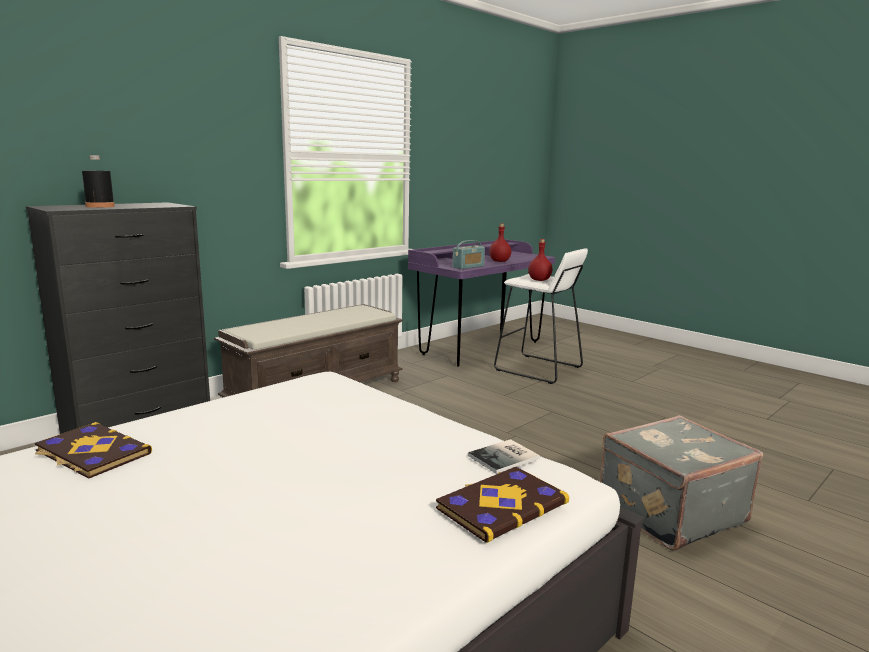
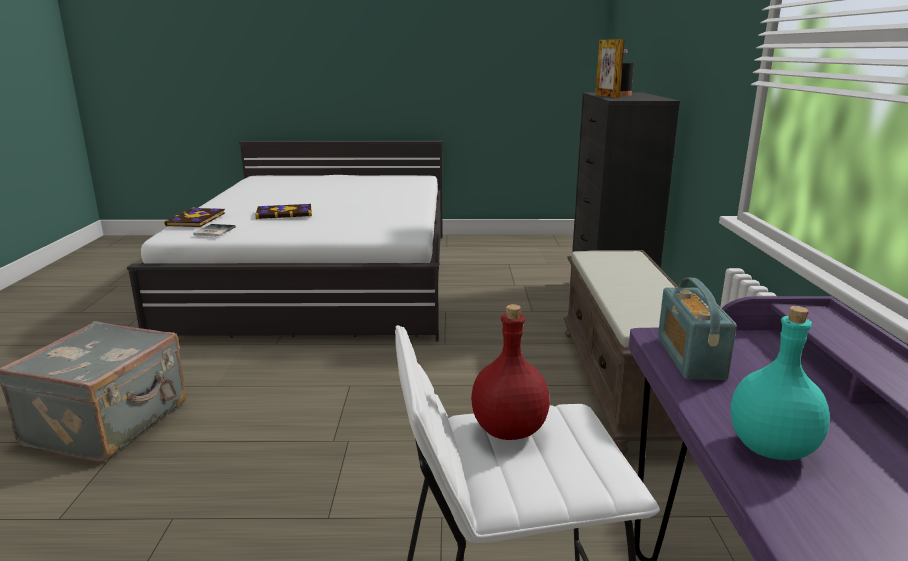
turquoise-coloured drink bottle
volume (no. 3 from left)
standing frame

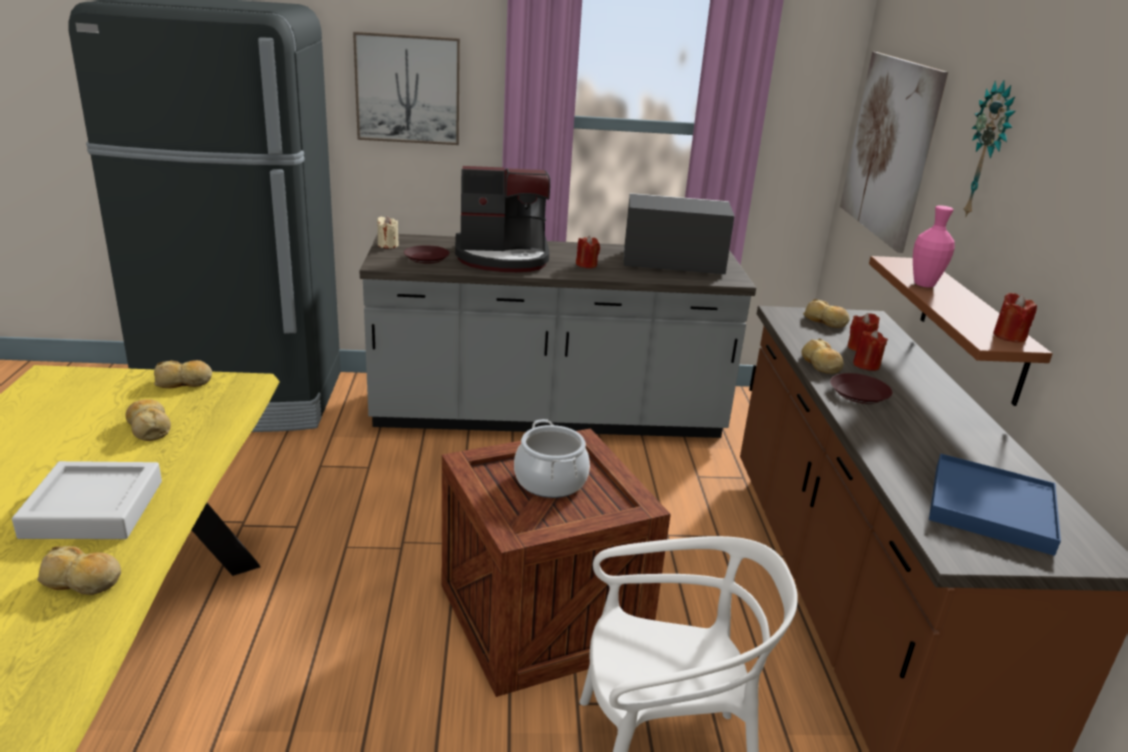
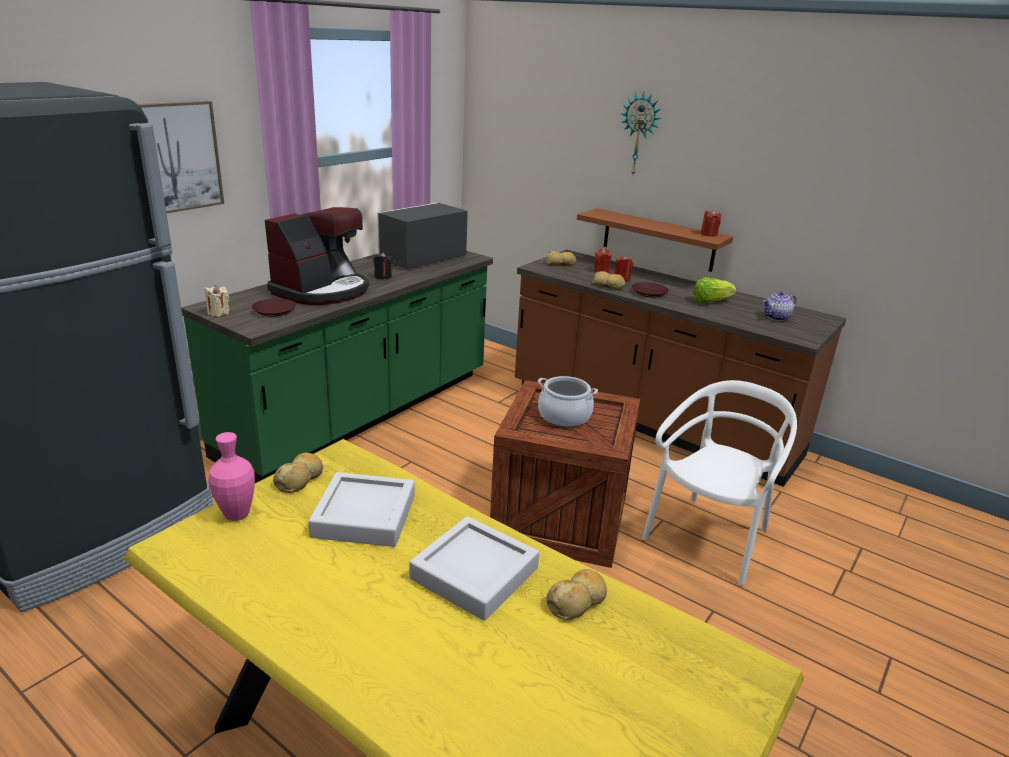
wall picture (no. 2 from left in the first image)
pink decorative vase
green kitchen base unit
black-coloured wax light
gray tray (no. 1 from left)
pot for tea
head of lettuce

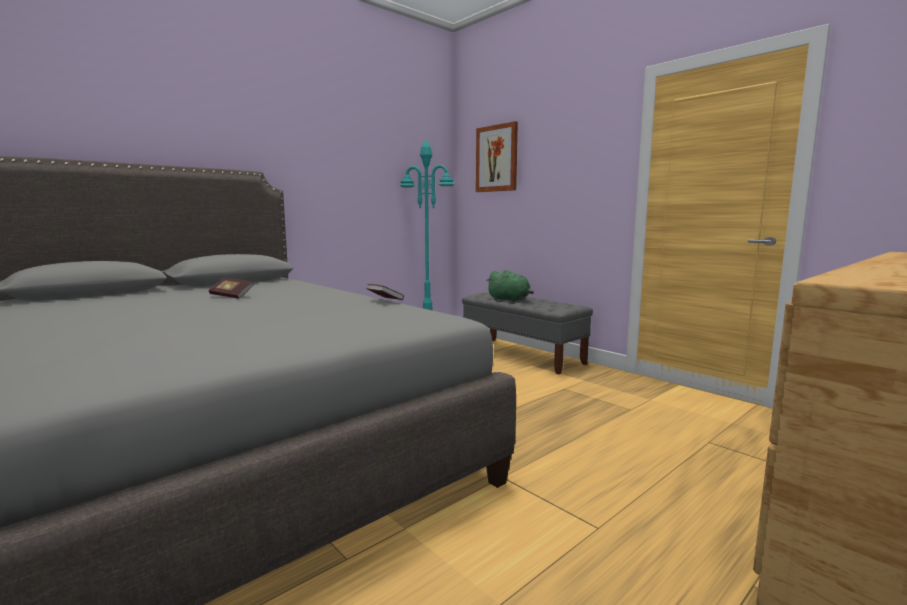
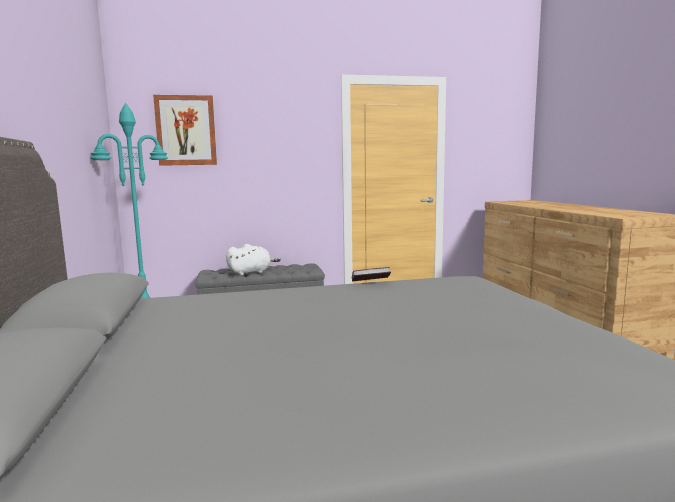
white-coloured cuddly toy
volume (no. 1 from left in the first image)

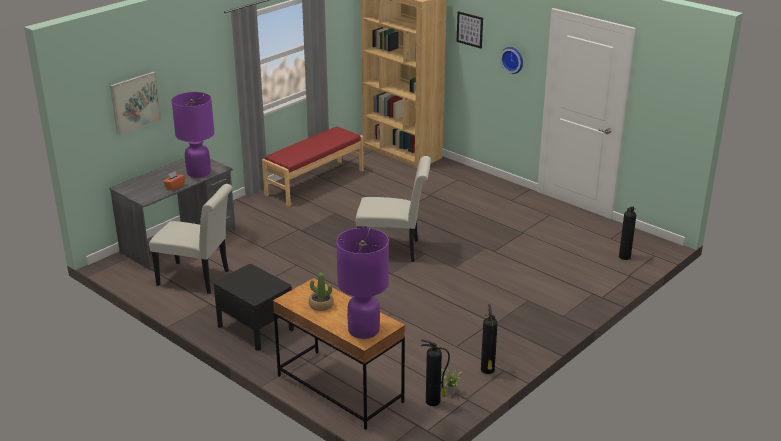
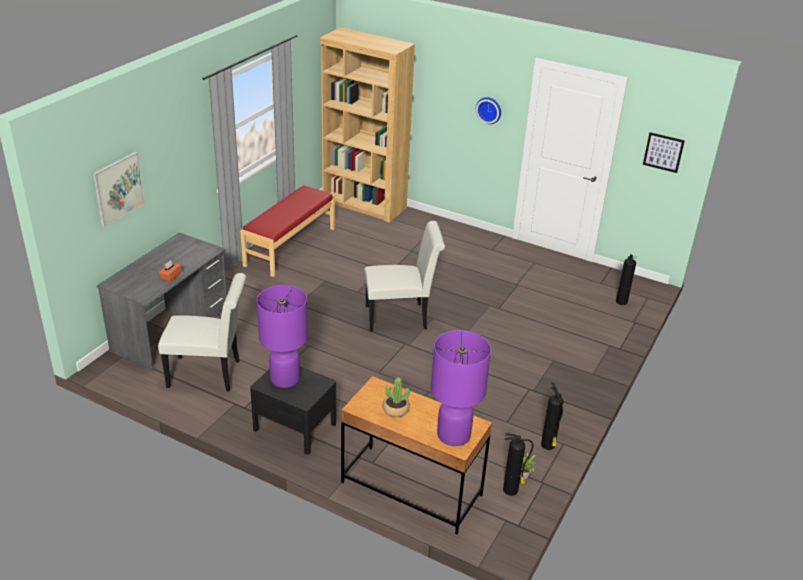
wall picture (no. 2 from left)
purple tabletop lamp (no. 1 from left)

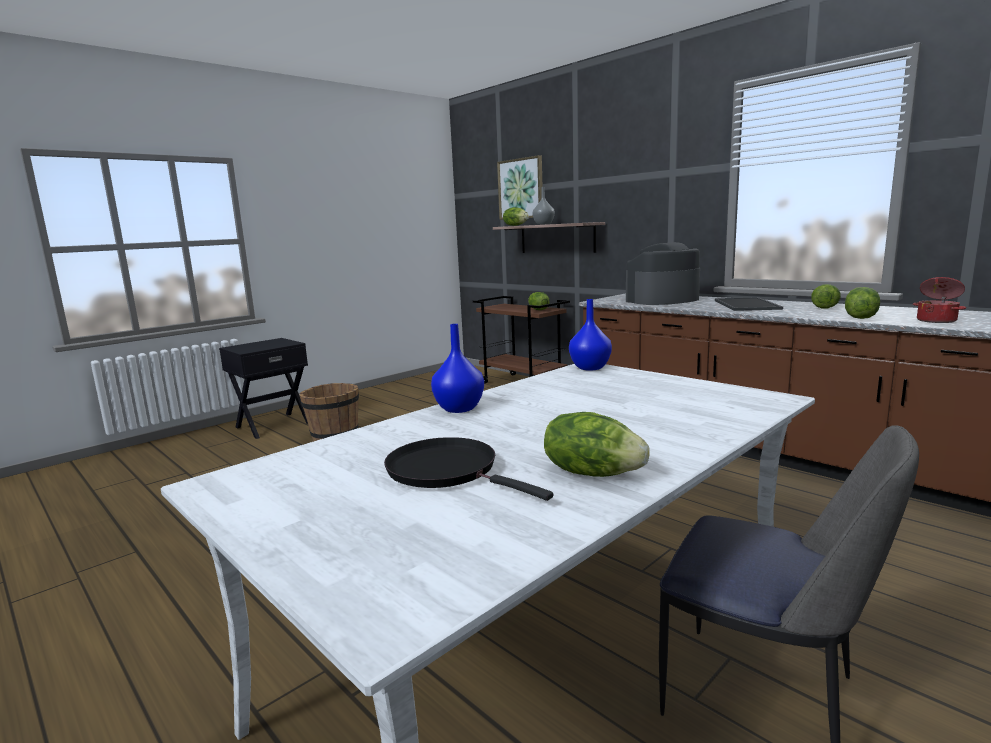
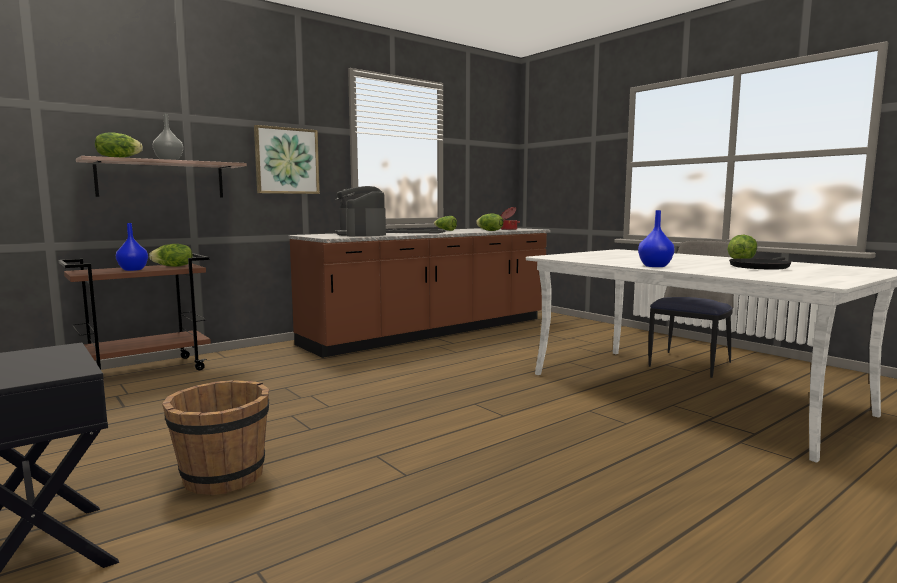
wall picture
blue-coloured decorative vase (no. 1 from left)

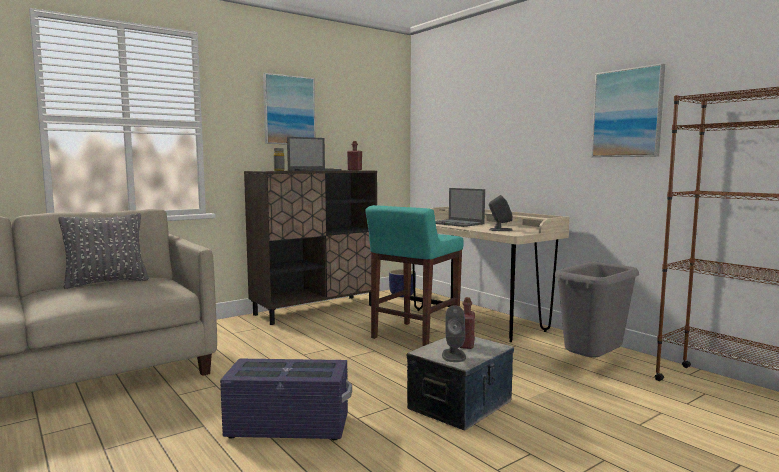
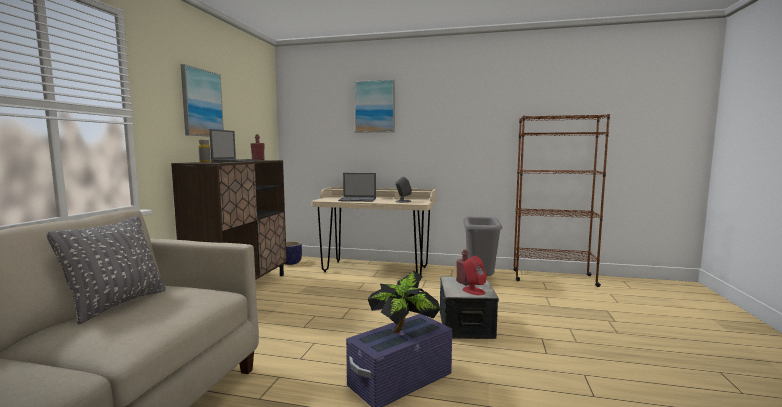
wall picture (no. 2 from left)
turquoise-coloured stool
red-coloured loudspeaker
plant in a pot

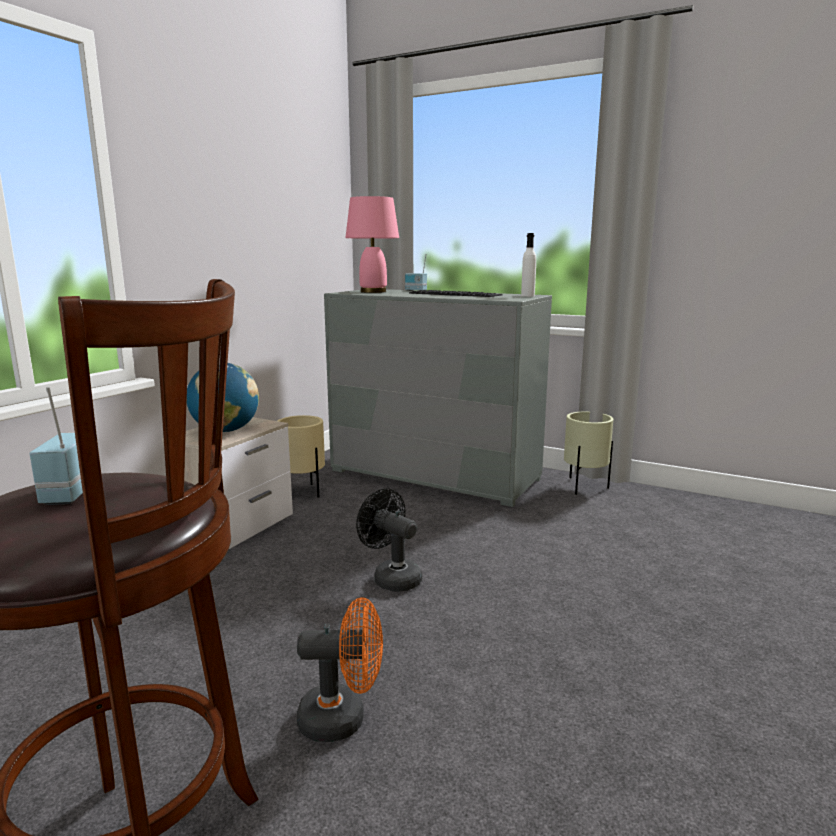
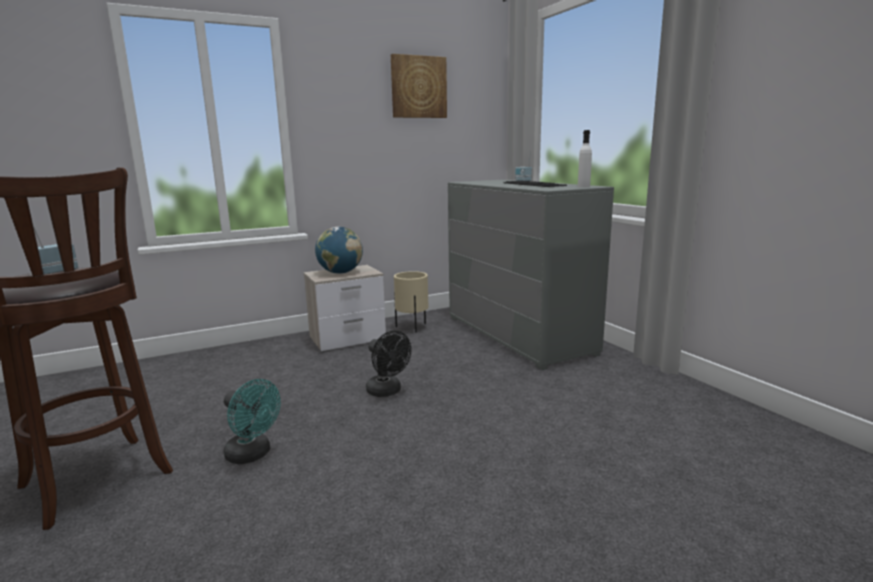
pink tabletop lamp
beige planter (no. 2 from left in the first image)
black-coloured cooling fan
turquoise-coloured cooling fan
wall picture

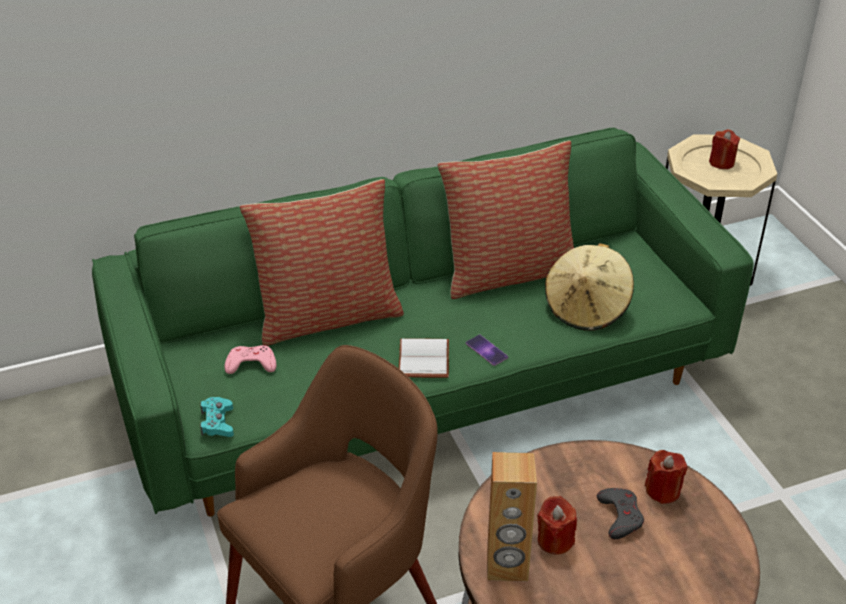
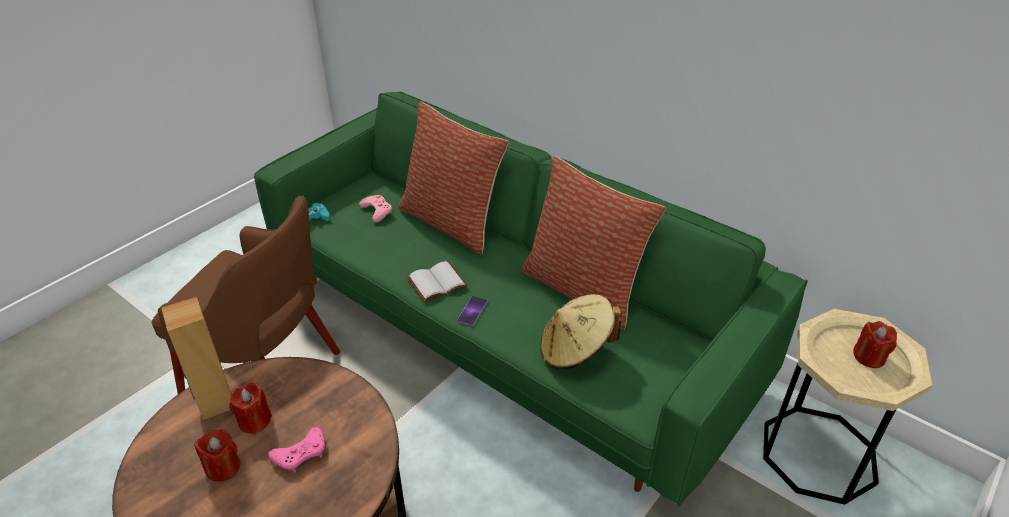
red-coloured wax light (no. 1 from left)
pink game controller (no. 1 from left)

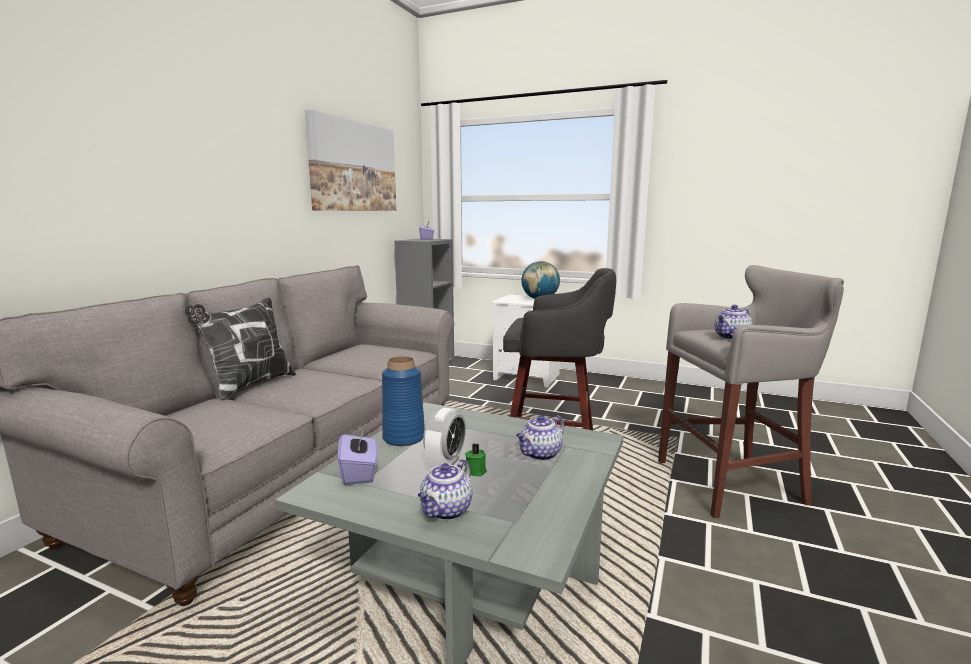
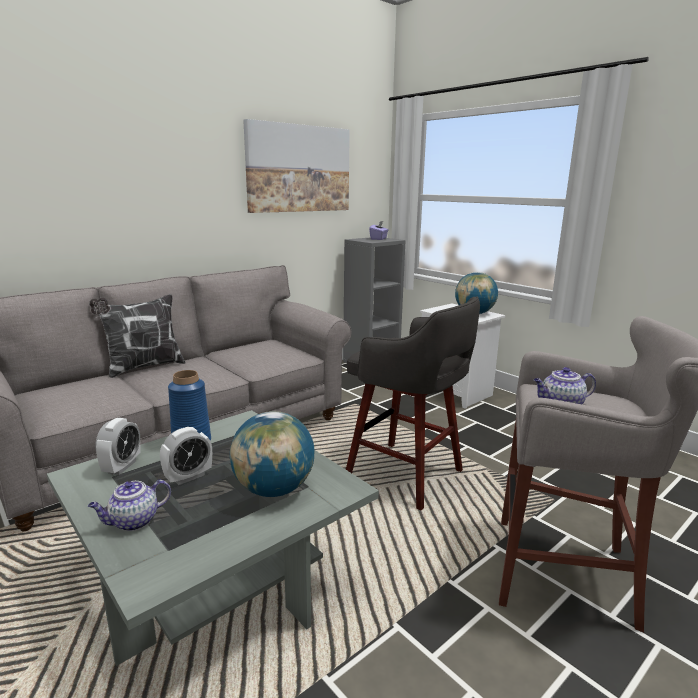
world globe (no. 1 from left)
bedside clock (no. 1 from left)
green wax light

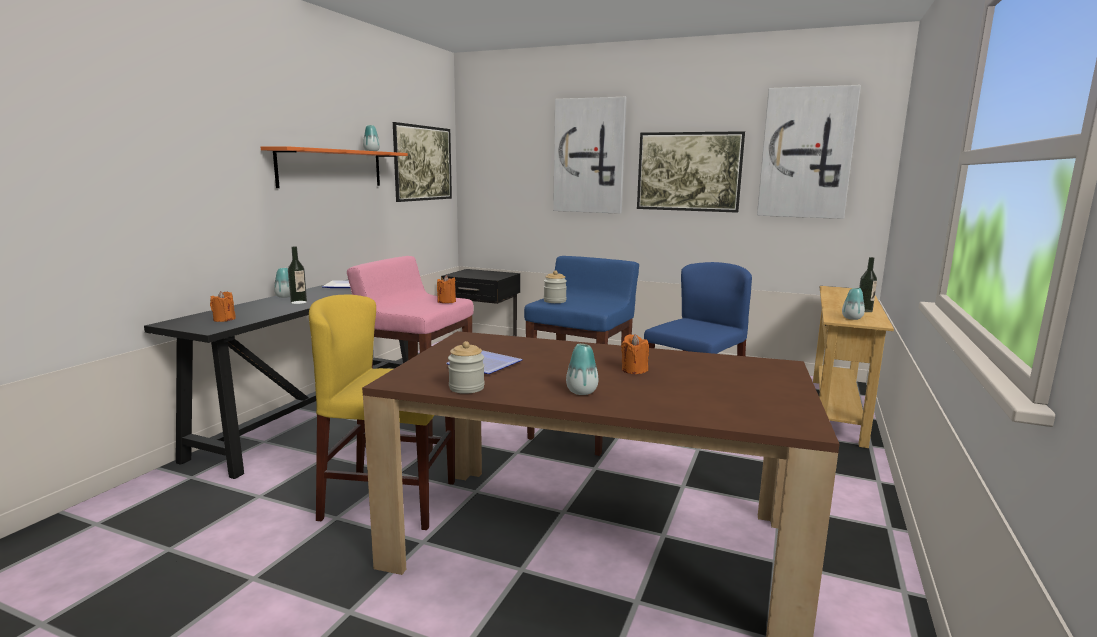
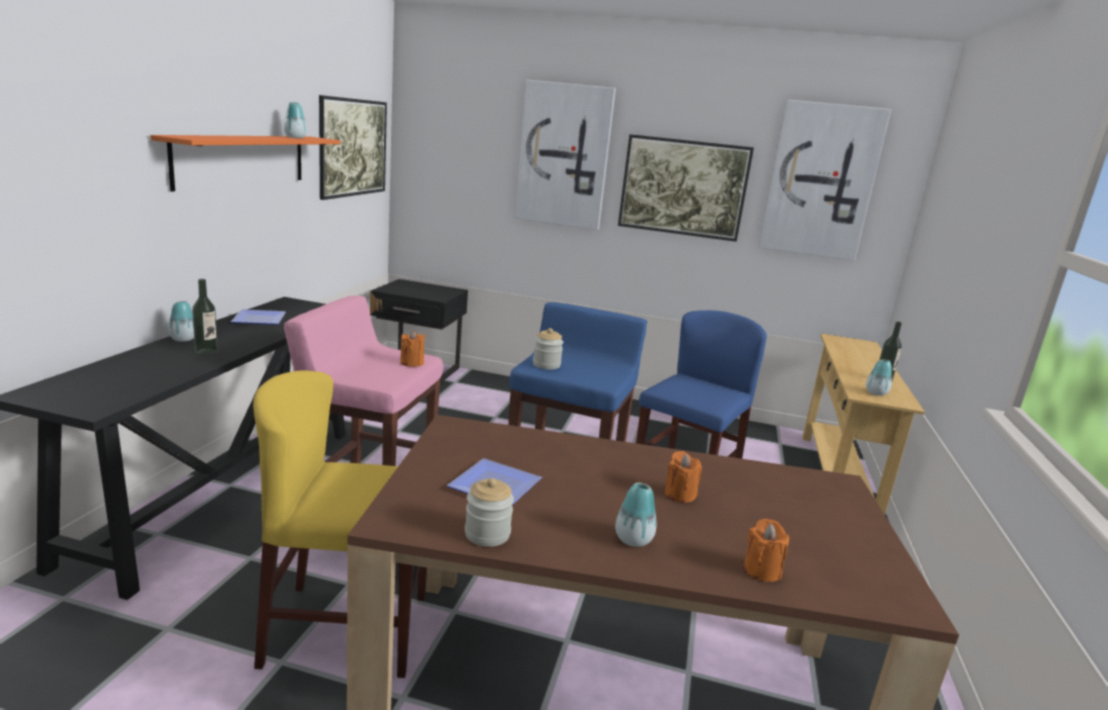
orange-coloured wax light (no. 3 from left)

